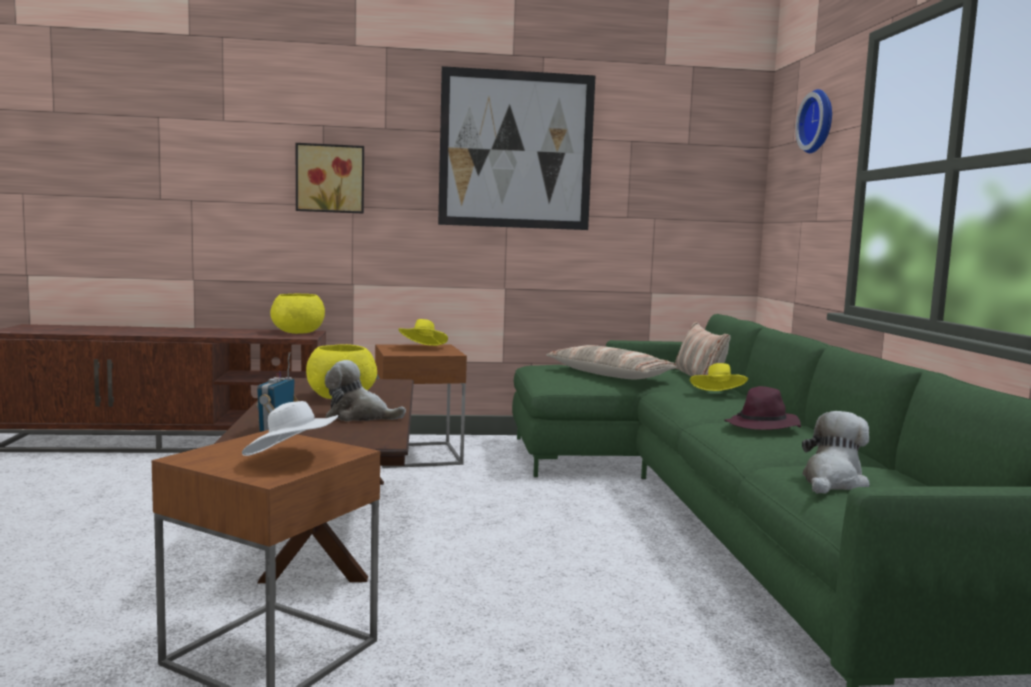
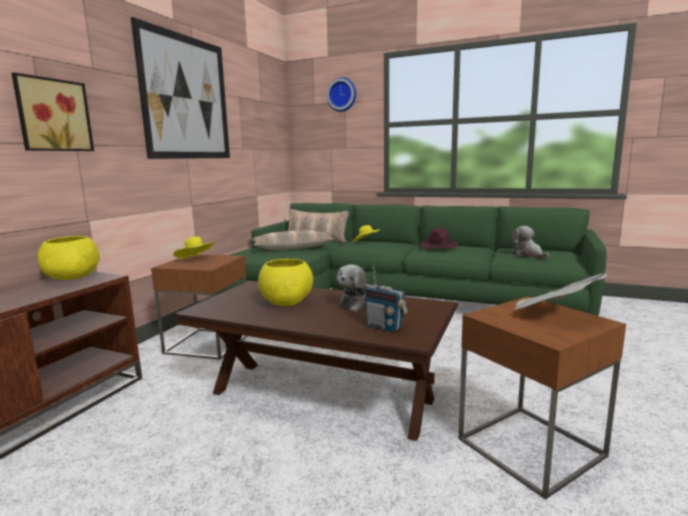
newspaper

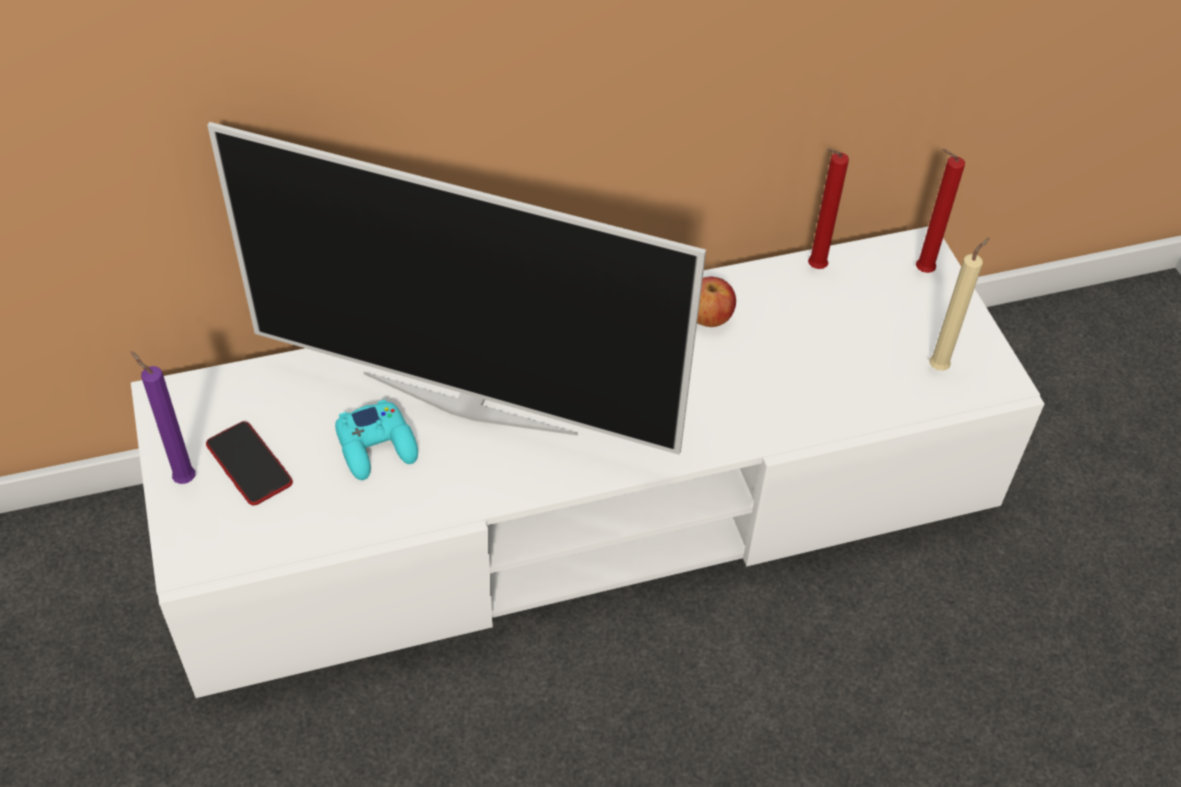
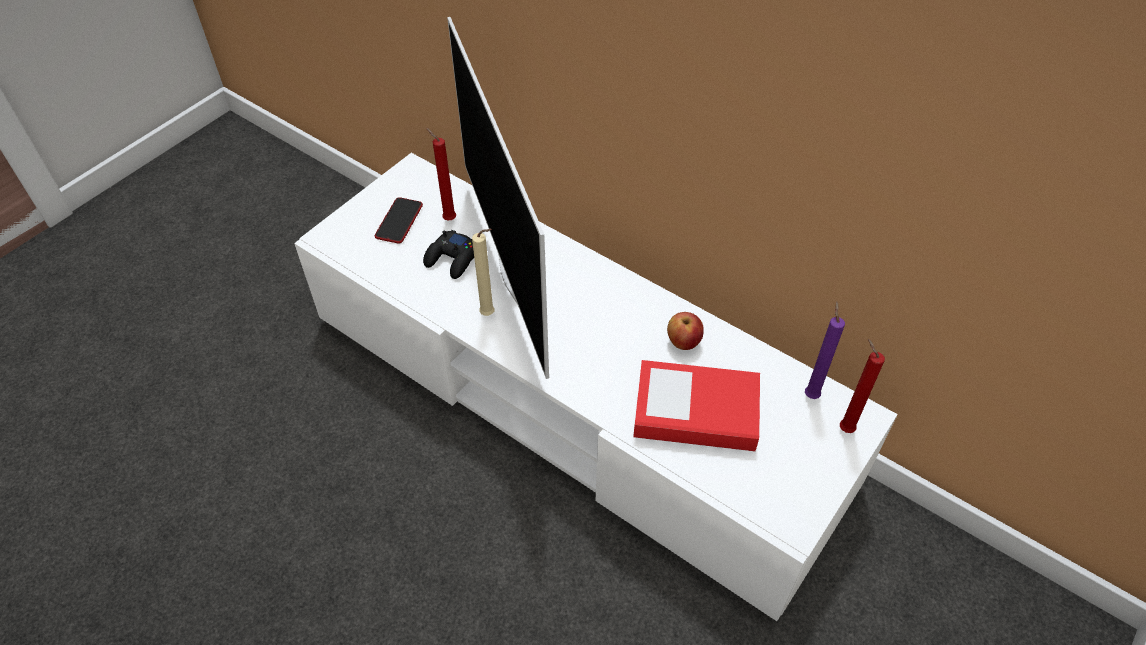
red-coloured wax light (no. 1 from left)
beige wax light
purple wax light
black-coloured game controller
volume

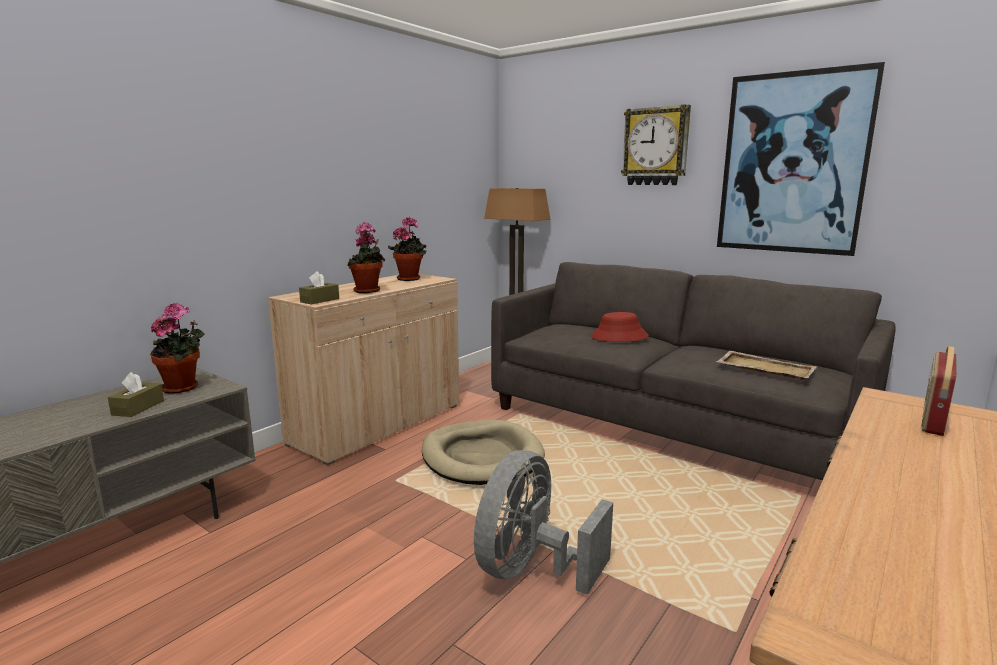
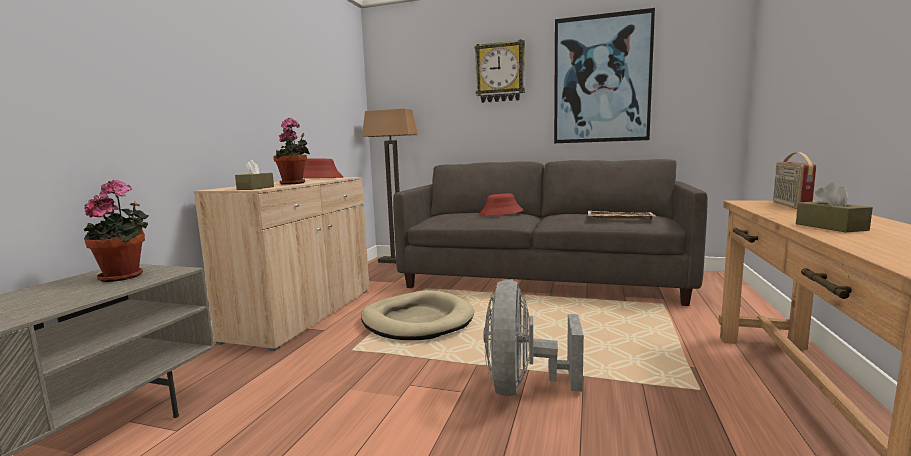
red-coloured hat (no. 1 from left)
brownish tissue box (no. 2 from left)

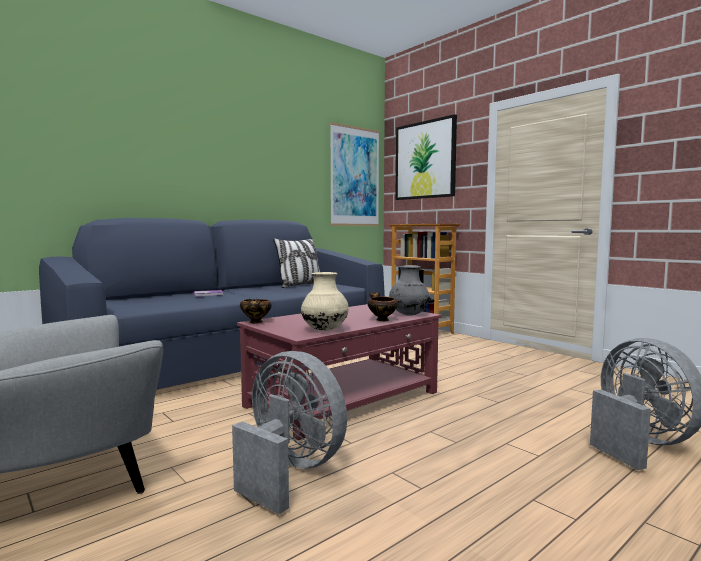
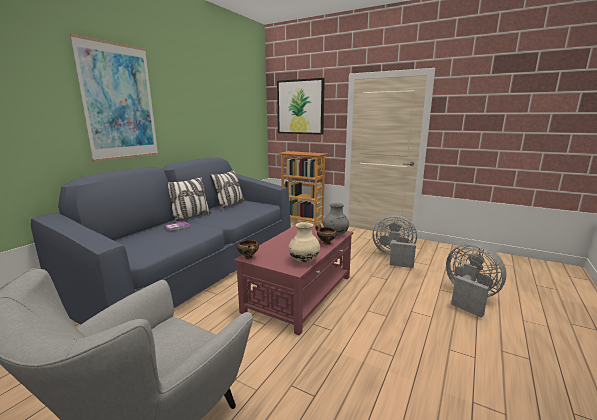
wall picture (no. 1 from left)
gray cooling fan (no. 1 from left)
cushion (no. 1 from left)

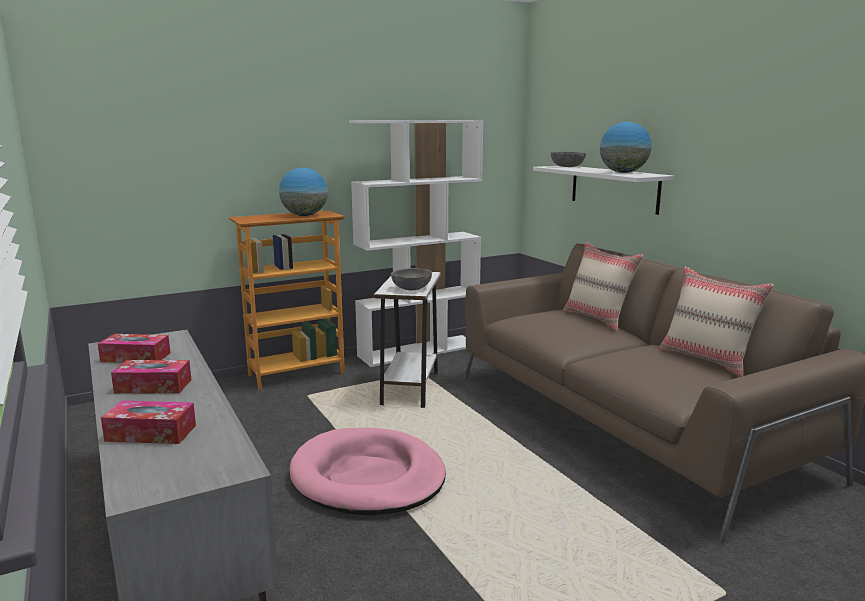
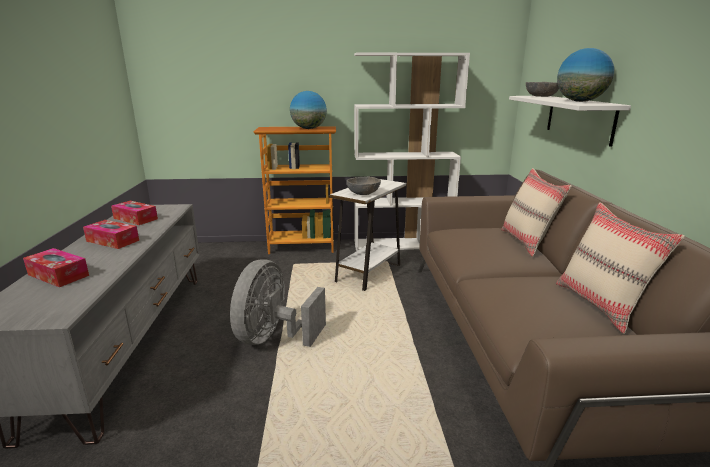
gray cooling fan

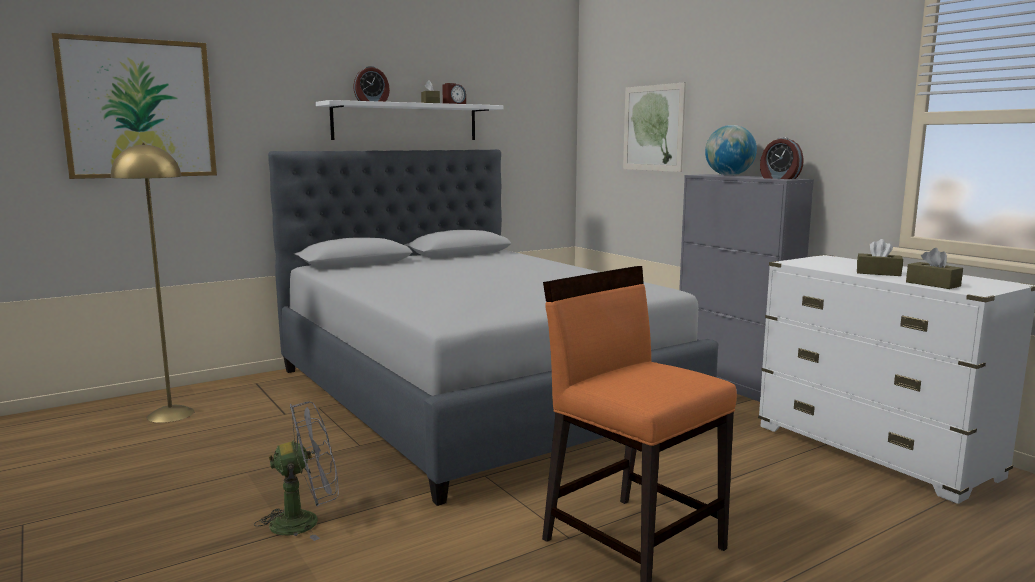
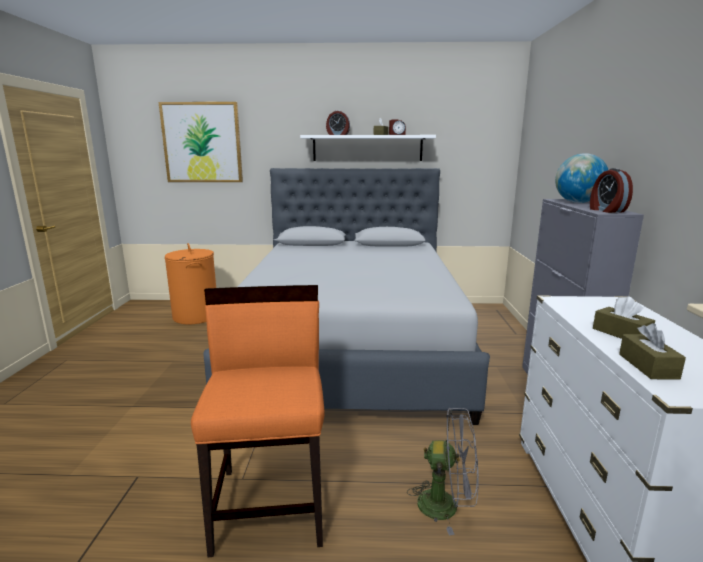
wall picture (no. 2 from left in the first image)
orange-coloured laundry basket
gray cooling fan

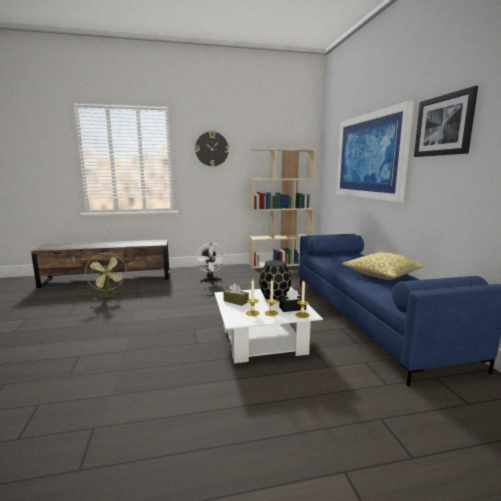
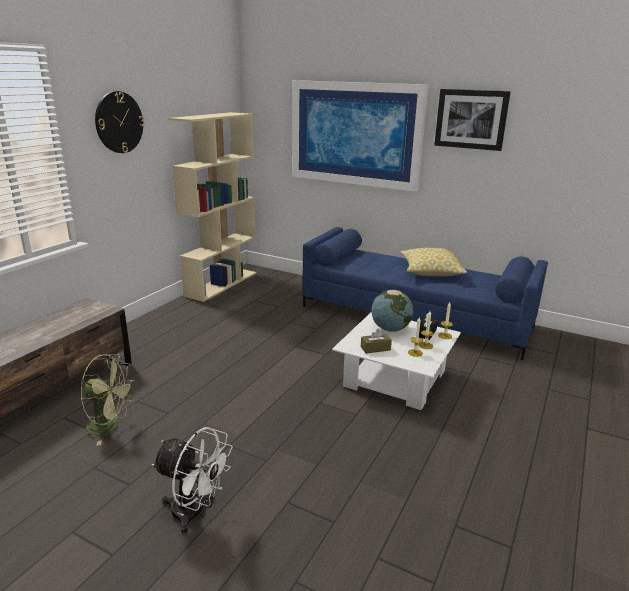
white-coloured cooling fan
world globe

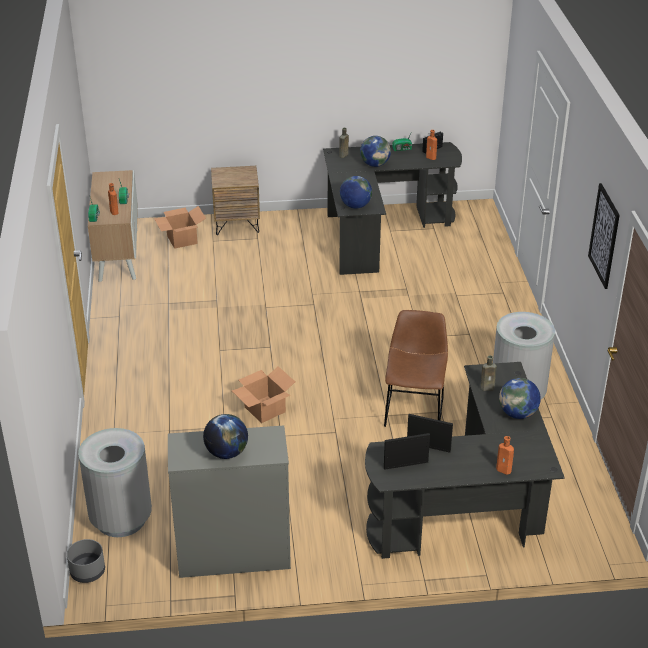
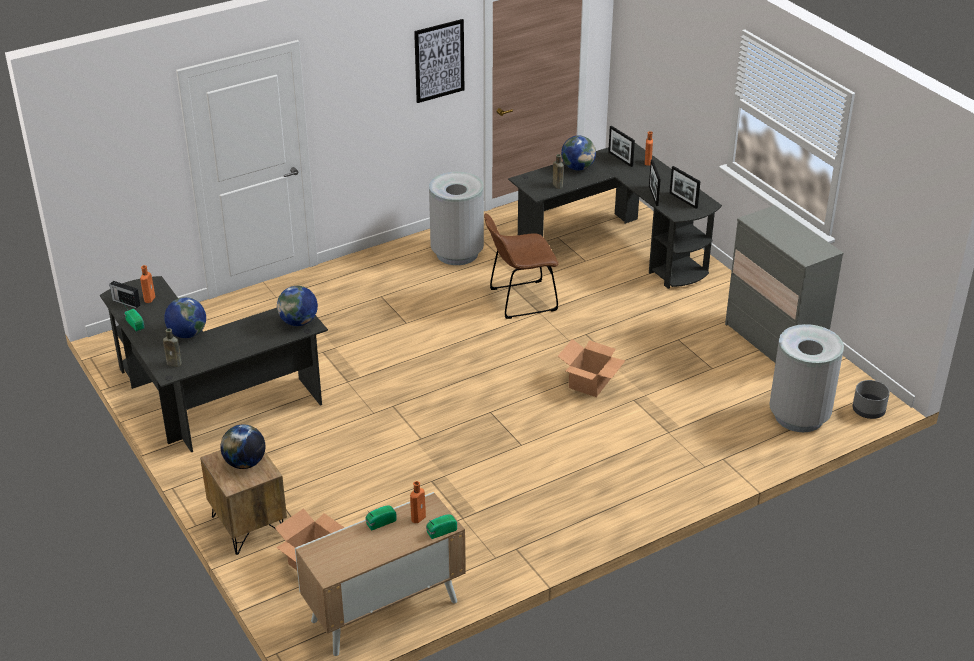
world globe (no. 2 from left)
standing frame (no. 1 from left)

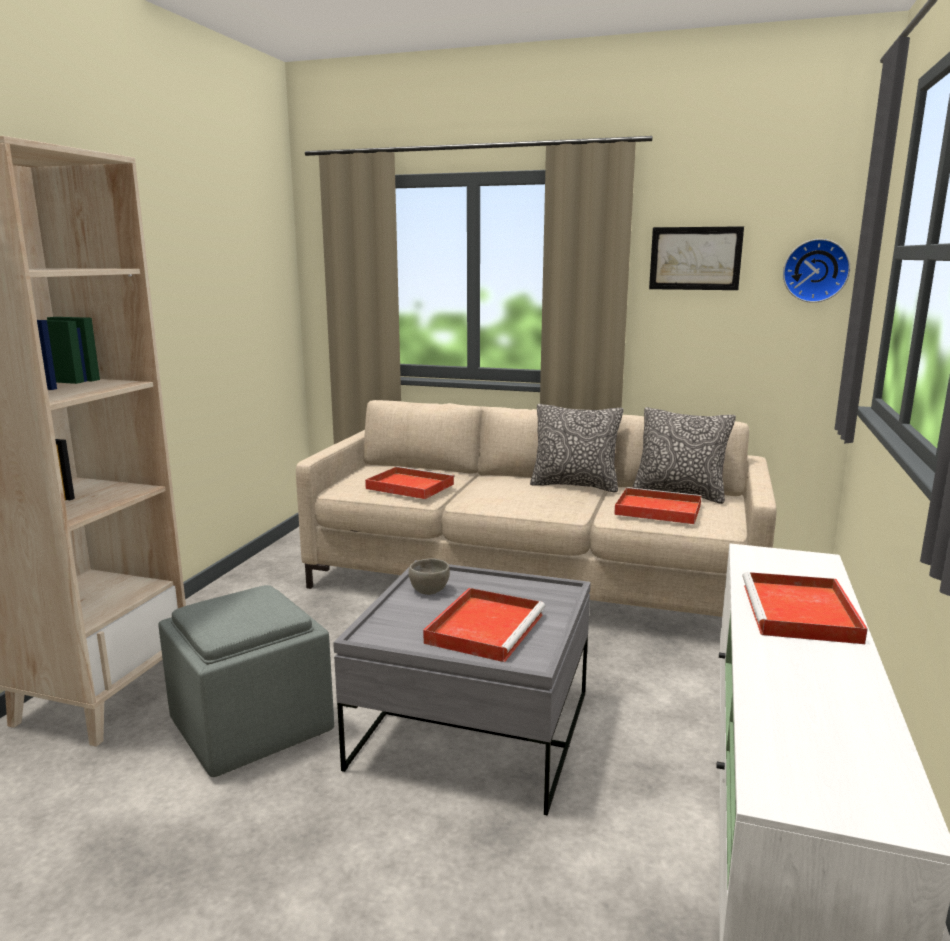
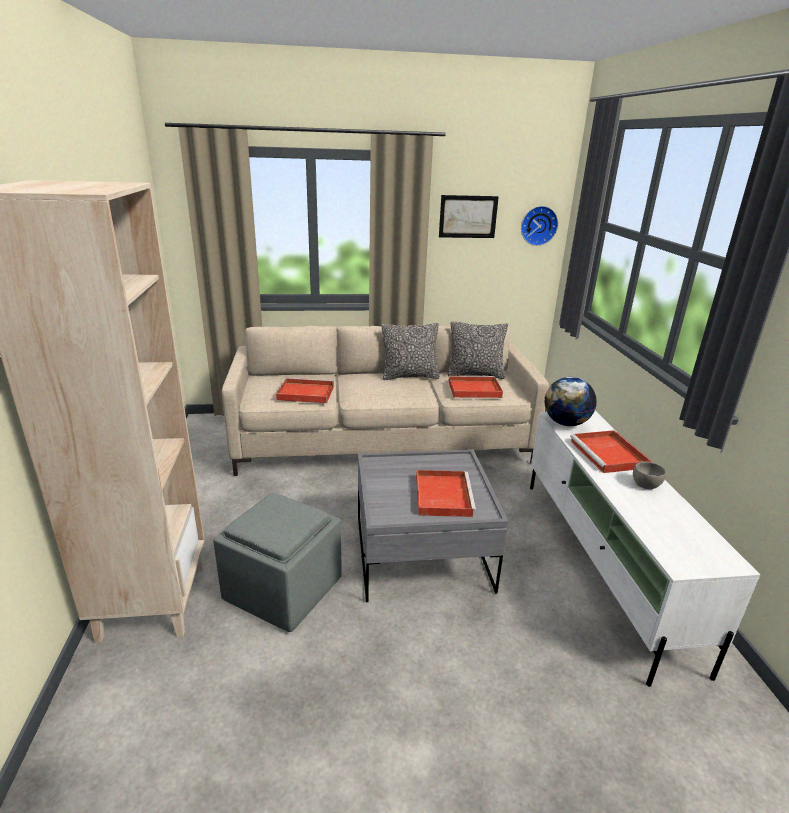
gray deep dish
world globe

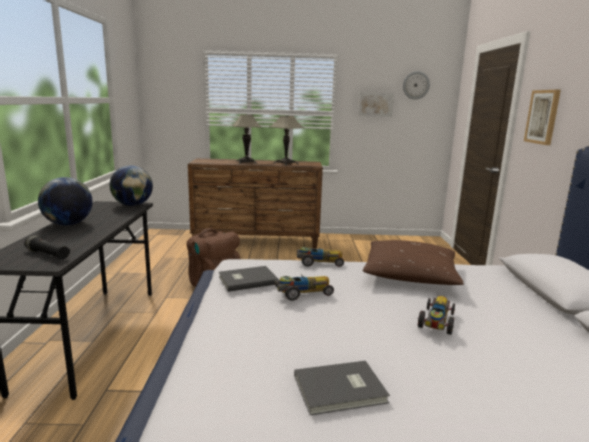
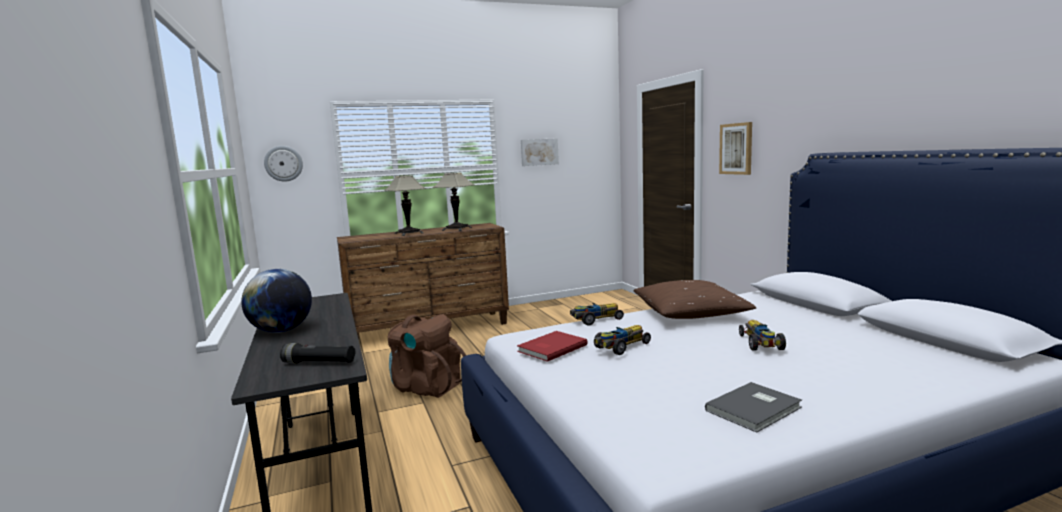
wall clock
world globe (no. 2 from left in the first image)
red-coloured volume

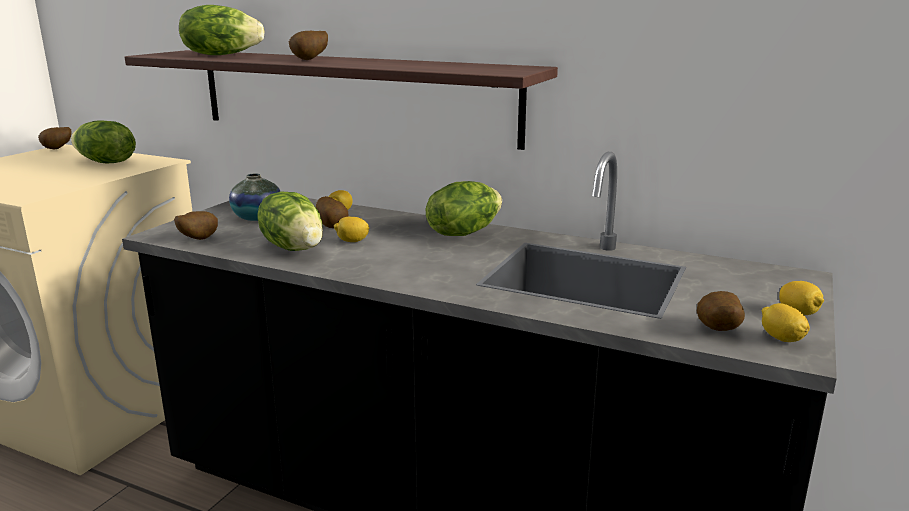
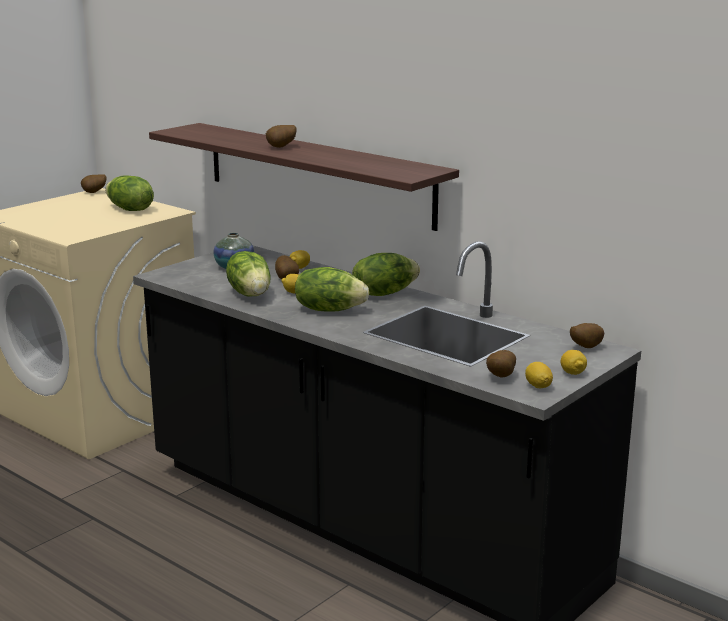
head of lettuce (no. 3 from left)
spud (no. 5 from left)

